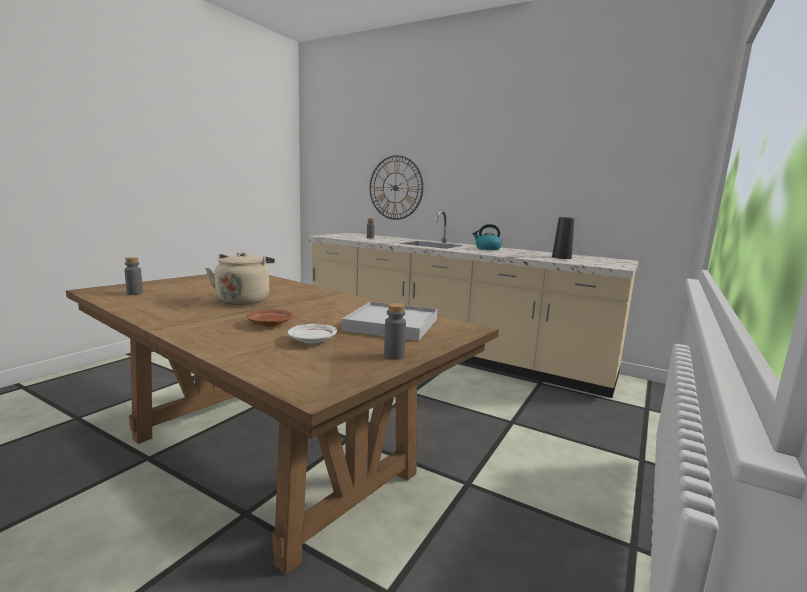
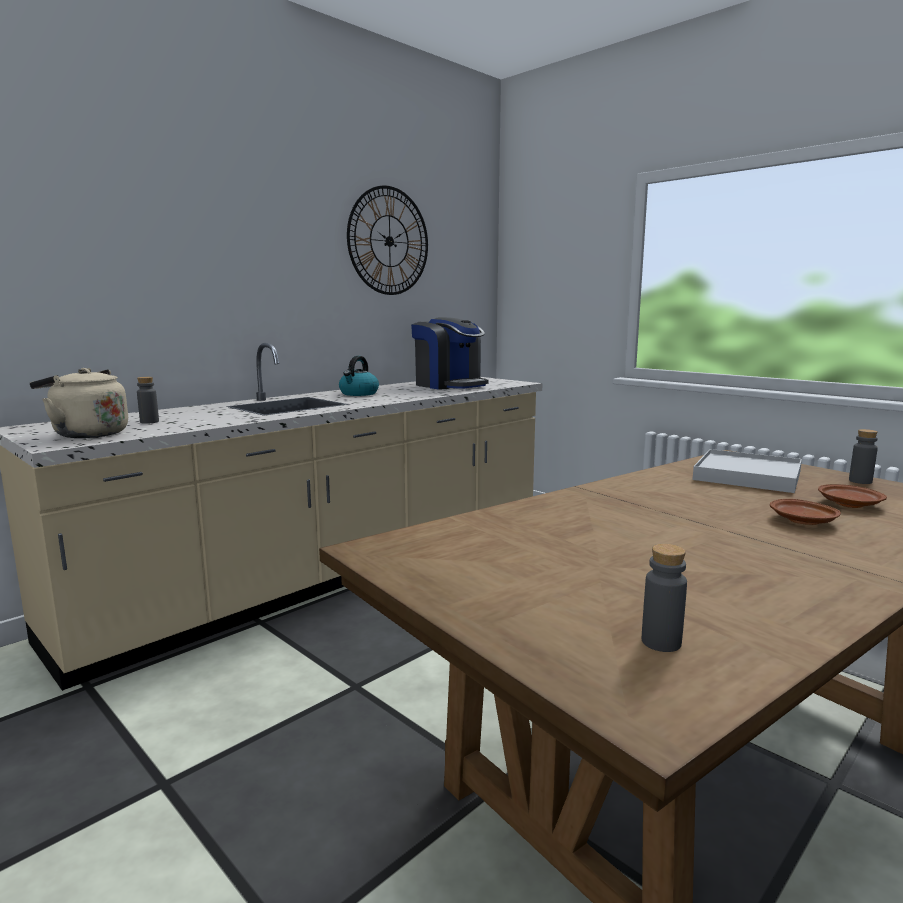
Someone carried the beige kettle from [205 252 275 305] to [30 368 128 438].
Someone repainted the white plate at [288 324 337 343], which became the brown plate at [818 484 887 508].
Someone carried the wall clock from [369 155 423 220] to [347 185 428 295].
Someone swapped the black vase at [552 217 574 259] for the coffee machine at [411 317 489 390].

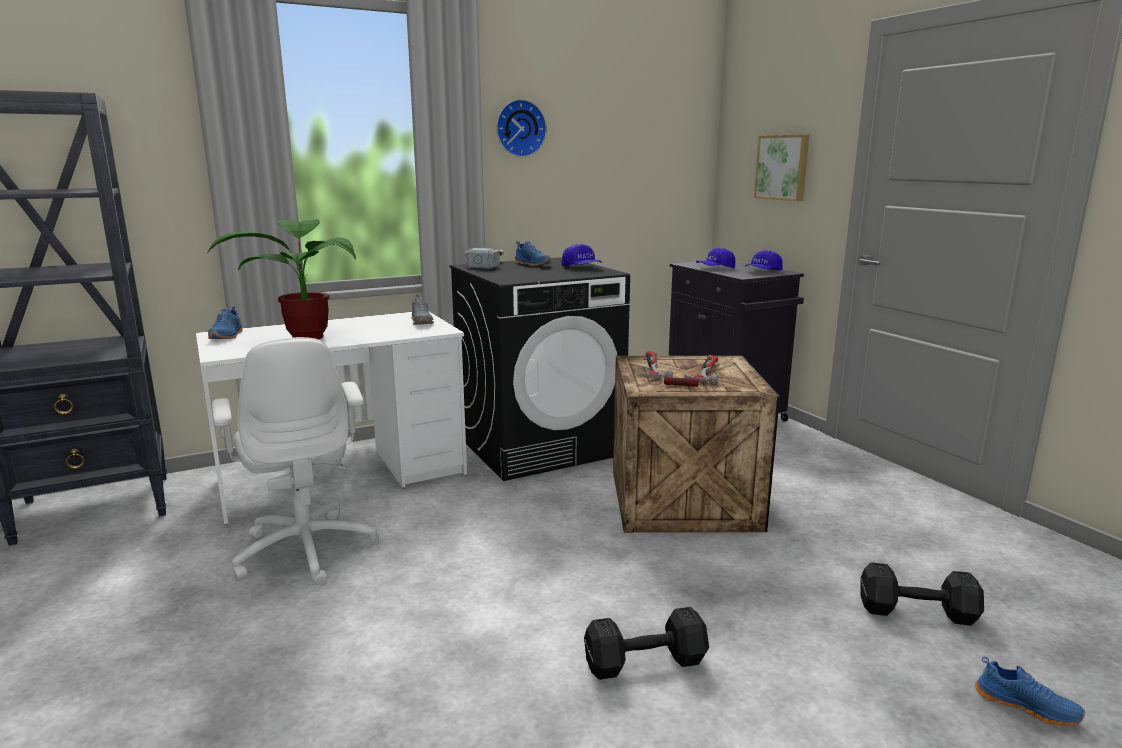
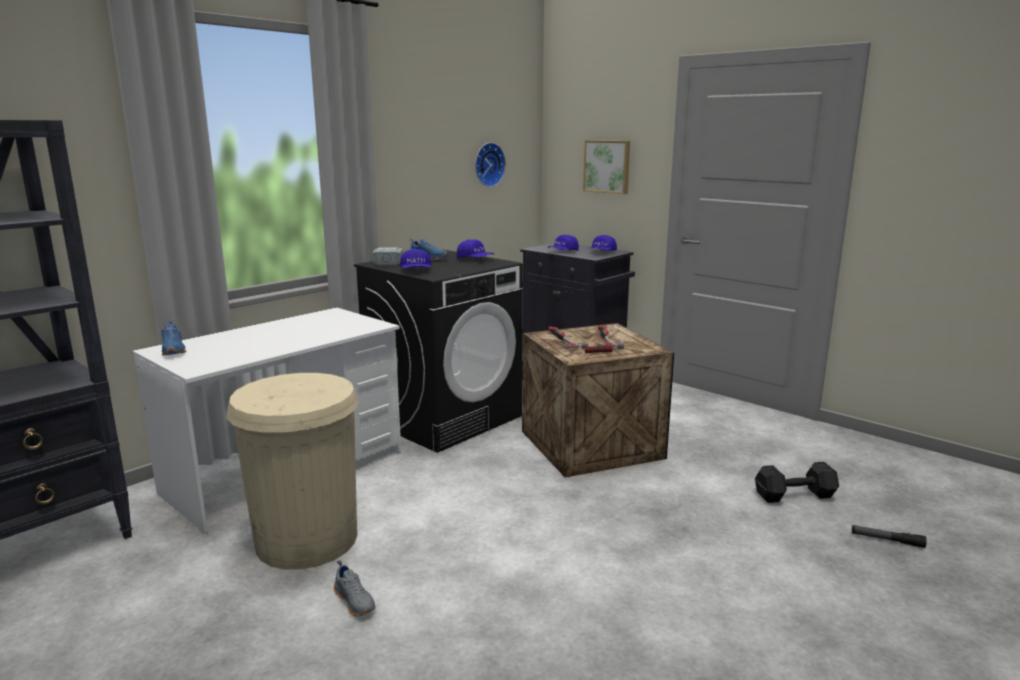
Someone took away the potted plant at [207 219 356 339].
Someone swapped the white office chair at [212 337 379 585] for the beige trash can at [226 373 359 570].
Someone carried the grey shoe from [411 295 434 325] to [333 560 375 617].
Someone carried the wall clock from [496 99 547 157] to [475 142 506 187].
Someone took away the black dumbbell at [584 607 709 680].
Someone swapped the blue shoe at [975 656 1085 726] for the flashlight at [852 525 927 548].
Someone put down the blue cap at [400 249 431 269].

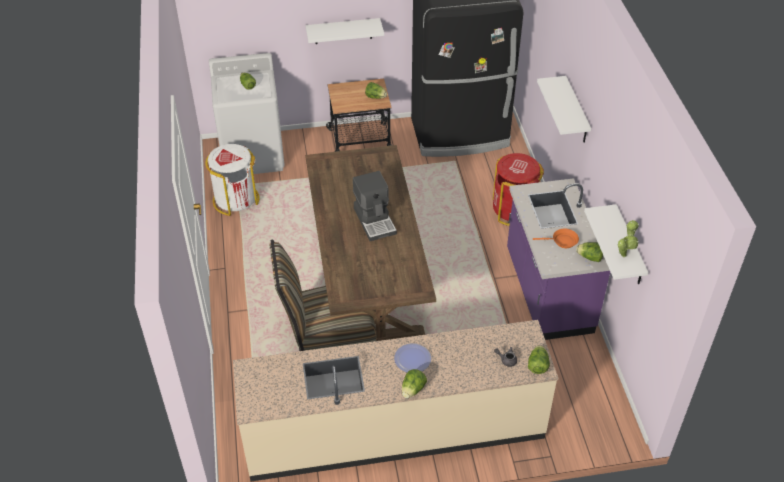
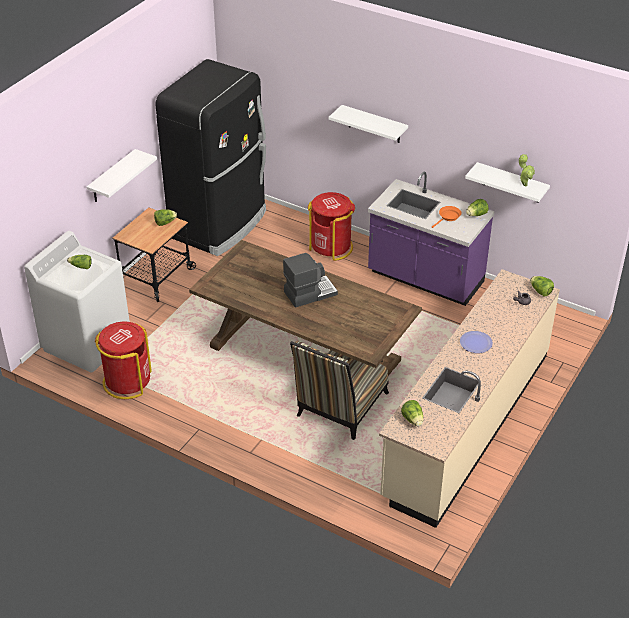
Someone repainted the white trash can at [205 144 260 216], which became the red trash can at [95 322 152 399].
Someone rotated the coffee machine at [353 171 397 241] by 45 degrees counterclockwise.
Someone carried the lettuce from [402 369 427 398] to [401 400 423 426].

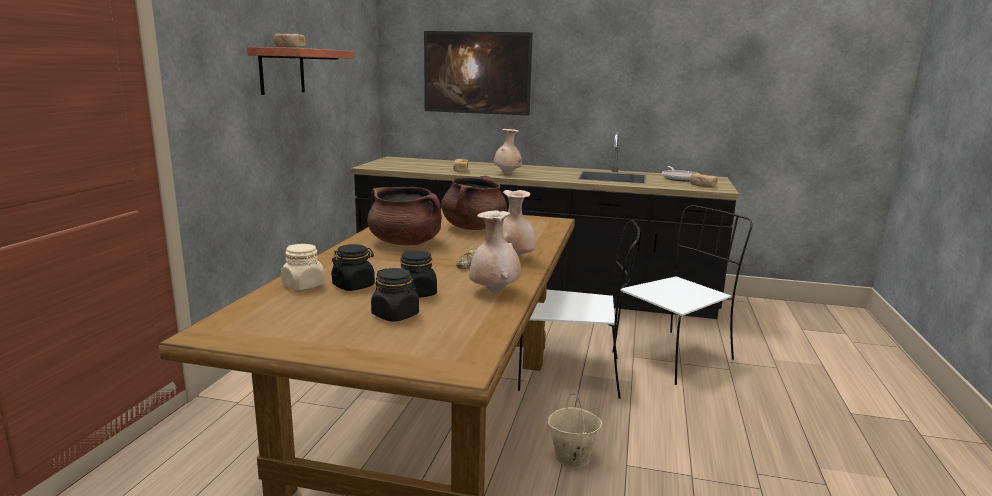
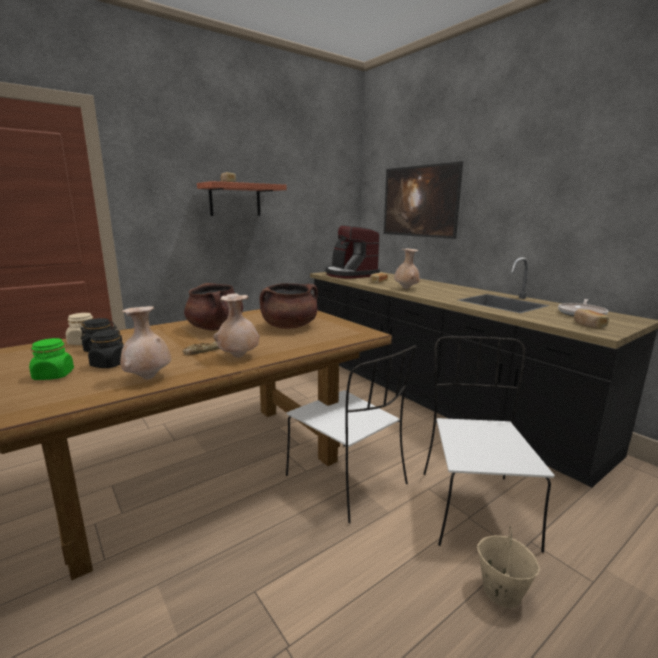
Someone repainted the black jar at [371 268 419 322], which became the green jar at [29 338 74 380].
Someone carried the beige bucket from [548 394 602 468] to [477 527 540 608].
Someone rotated the white chair at [612 205 752 385] by 90 degrees counterclockwise.
Someone put down the coffee machine at [325 225 380 278].

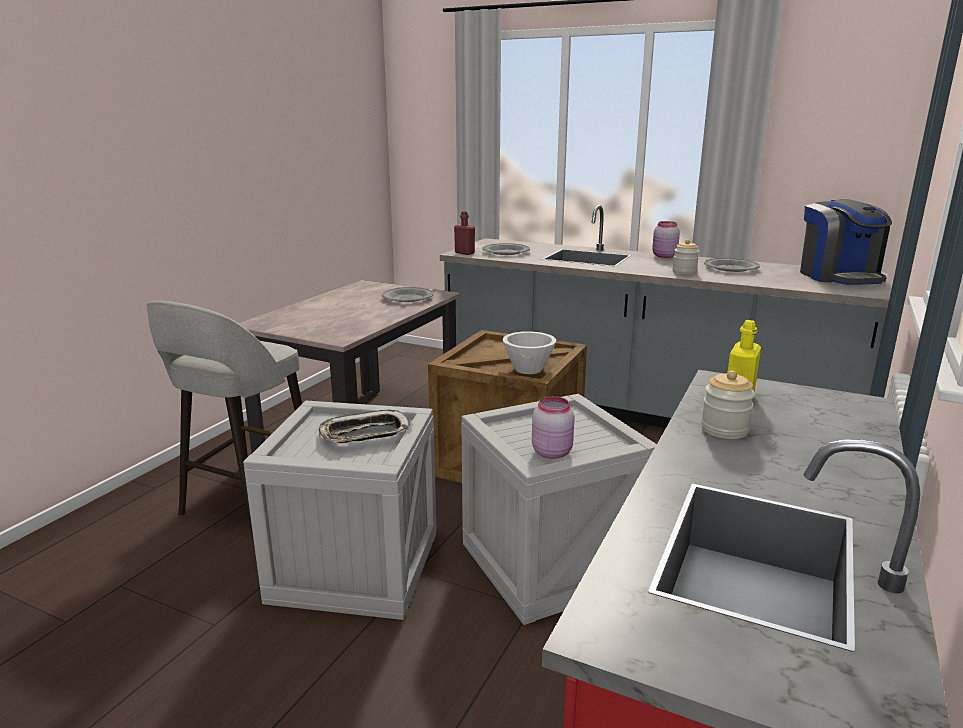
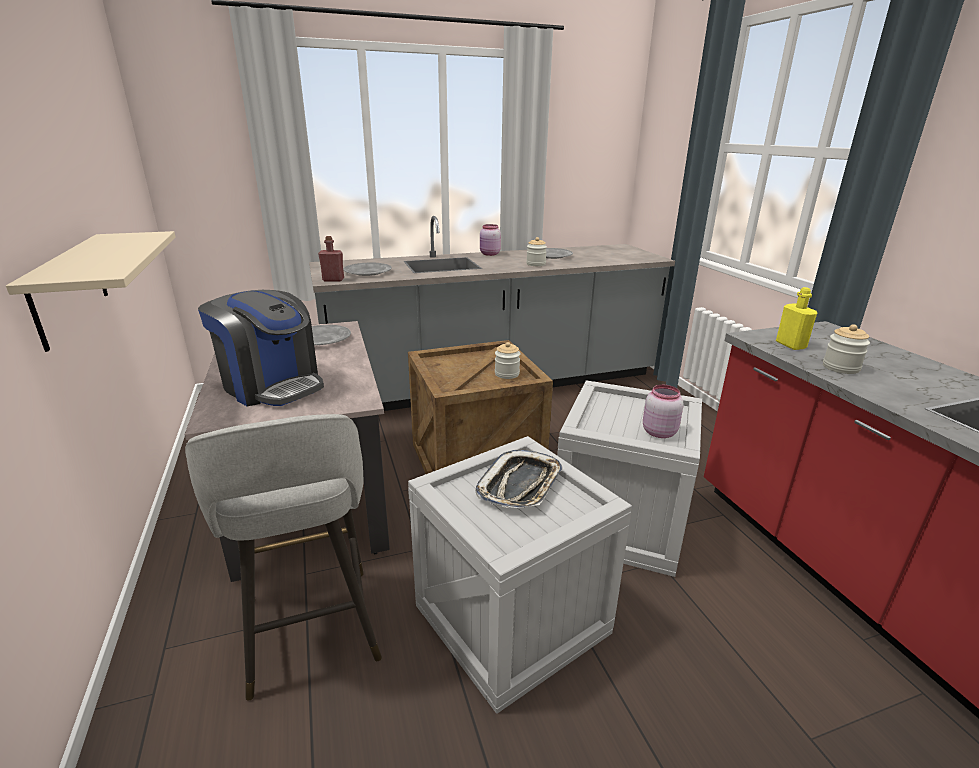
Someone swapped the white bowl at [503 332 556 374] for the jar at [495 342 520 379].
Someone carried the coffee machine from [800 199 892 285] to [198 290 324 406].
Someone put up the beige shelf at [6 231 176 352].

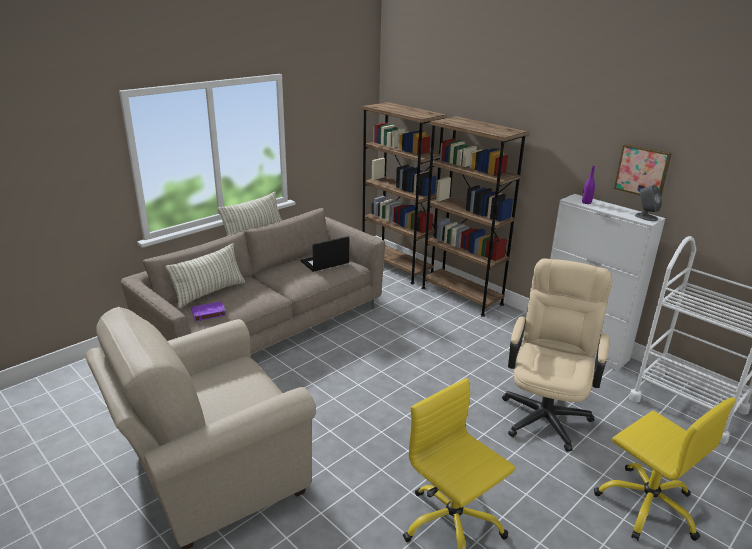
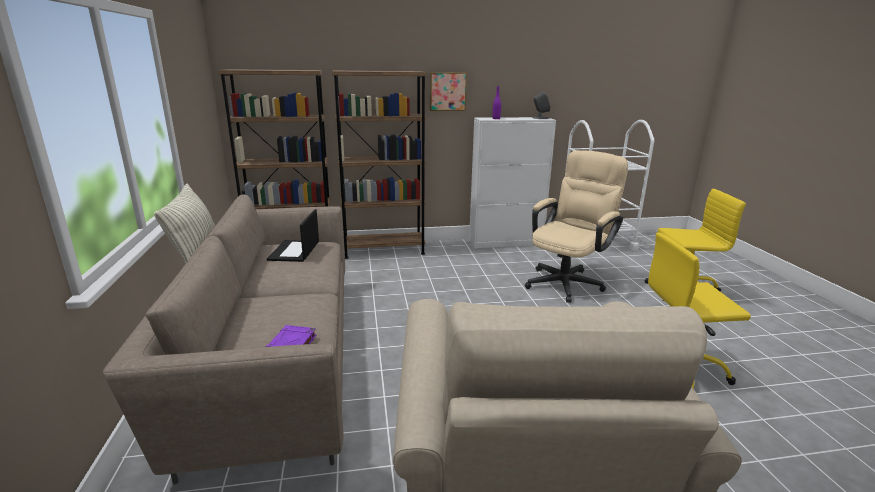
Someone took away the pillow at [166 243 245 309].
Someone rotated the beige office chair at [502 258 612 452] by 75 degrees clockwise.
Someone carried the picture from [614 144 672 195] to [430 72 467 111].

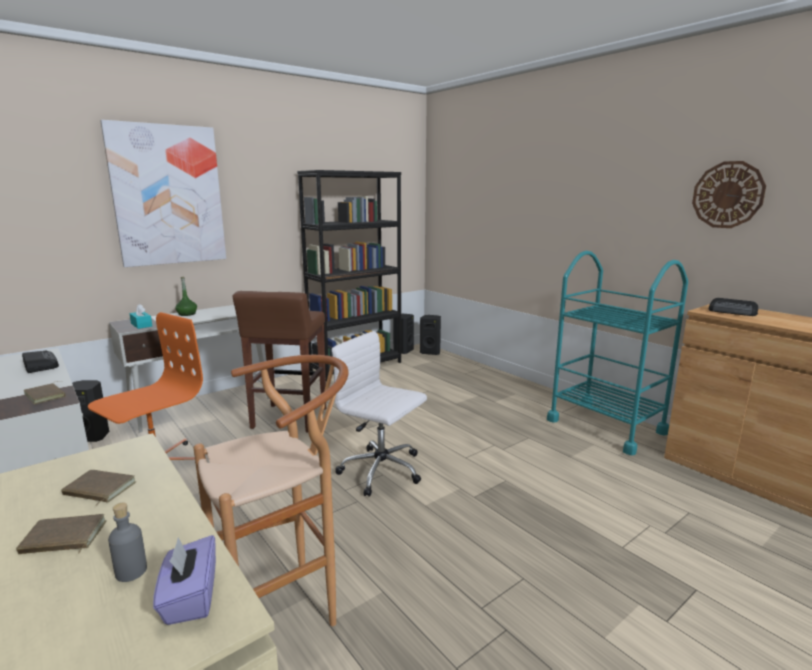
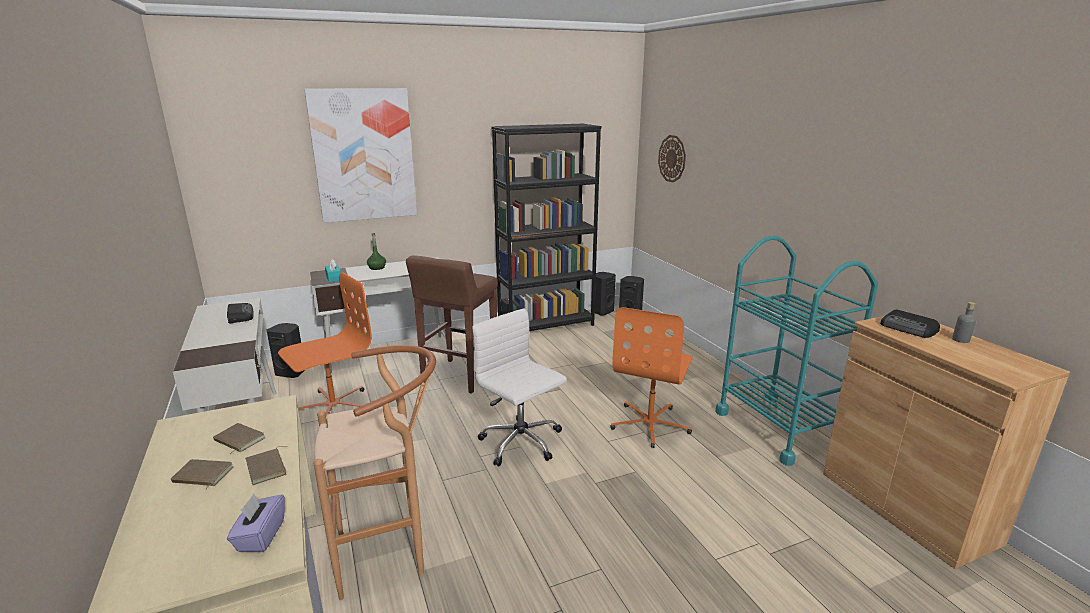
Someone carried the brown book from [24 381 65 404] to [245 446 288 485].
Someone carried the grey bottle from [108 503 147 582] to [952 302 976 343].
Someone carried the wall clock from [692 161 766 228] to [658 135 686 183].
Someone put down the orange office chair at [610 307 693 448].

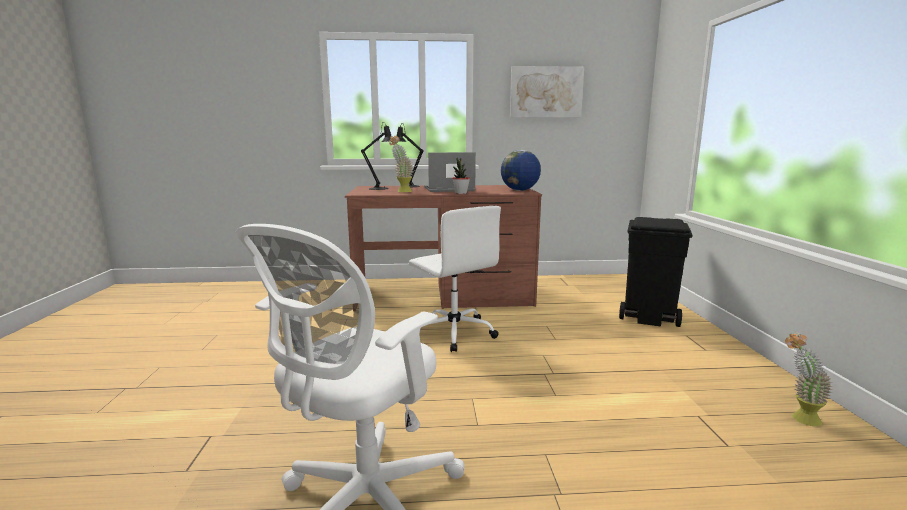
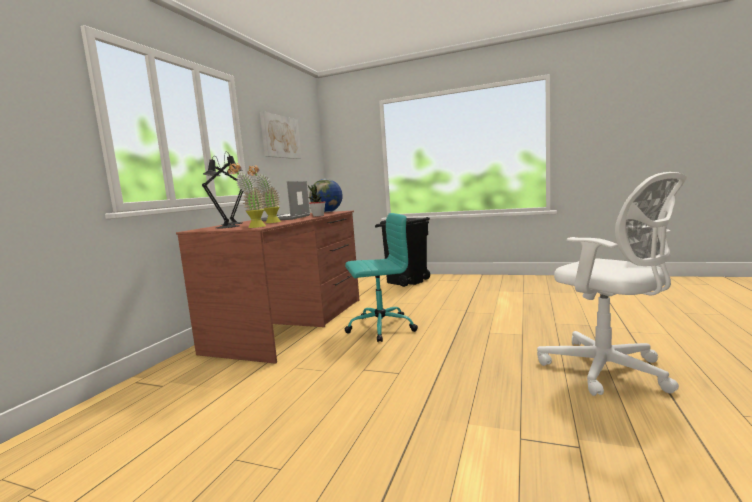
Someone repainted the white office chair at [409 206 501 352], which became the turquoise office chair at [345 213 418 342].
Someone carried the potted plant from [785 332 833 426] to [228 163 266 228].

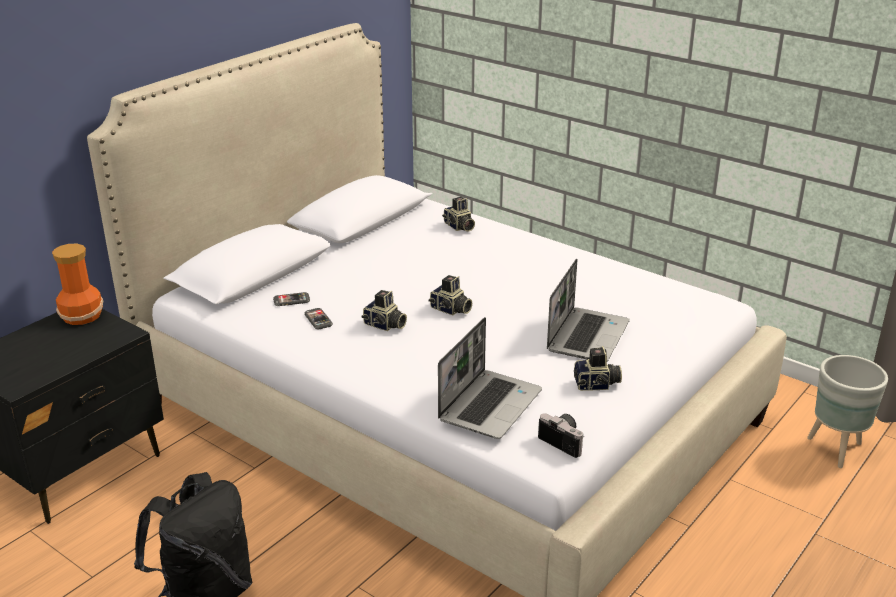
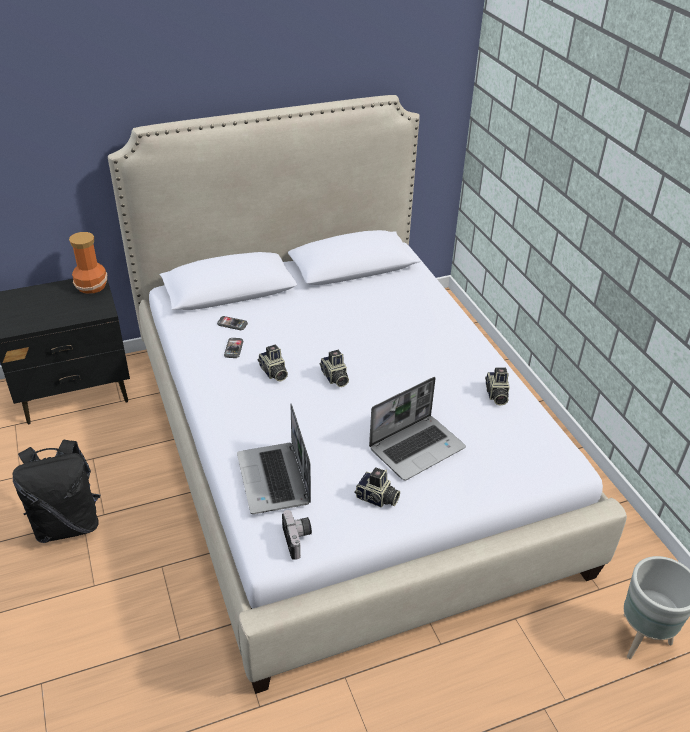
Someone rotated the laptop at [438 317 542 439] by 105 degrees clockwise.
Someone carried the photo camera from [442 197 475 232] to [485 368 510 405].

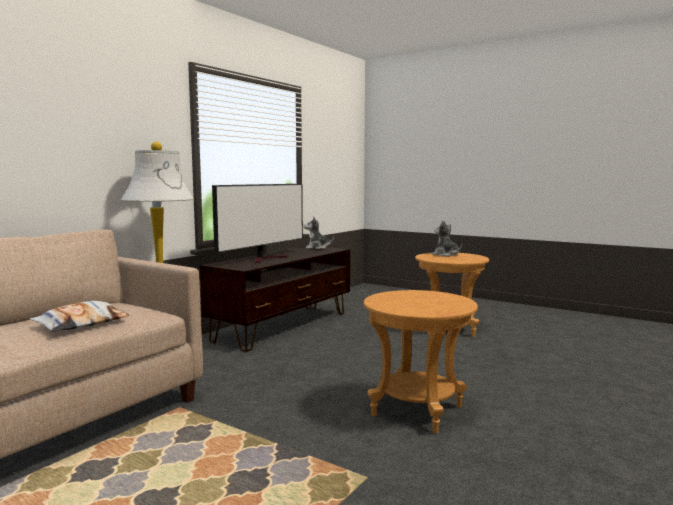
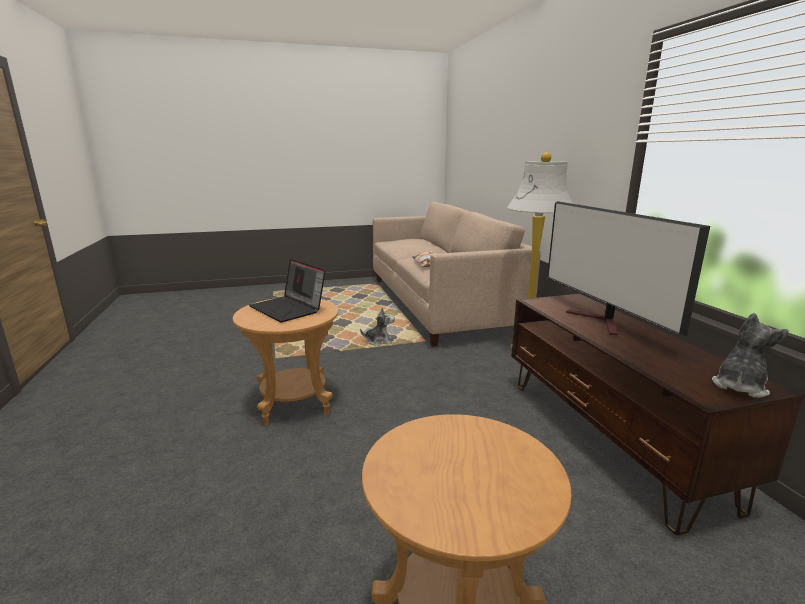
Someone carried the plush toy from [432 220 462 257] to [360 307 395 346].
Someone put down the laptop at [249 259 326 322].

